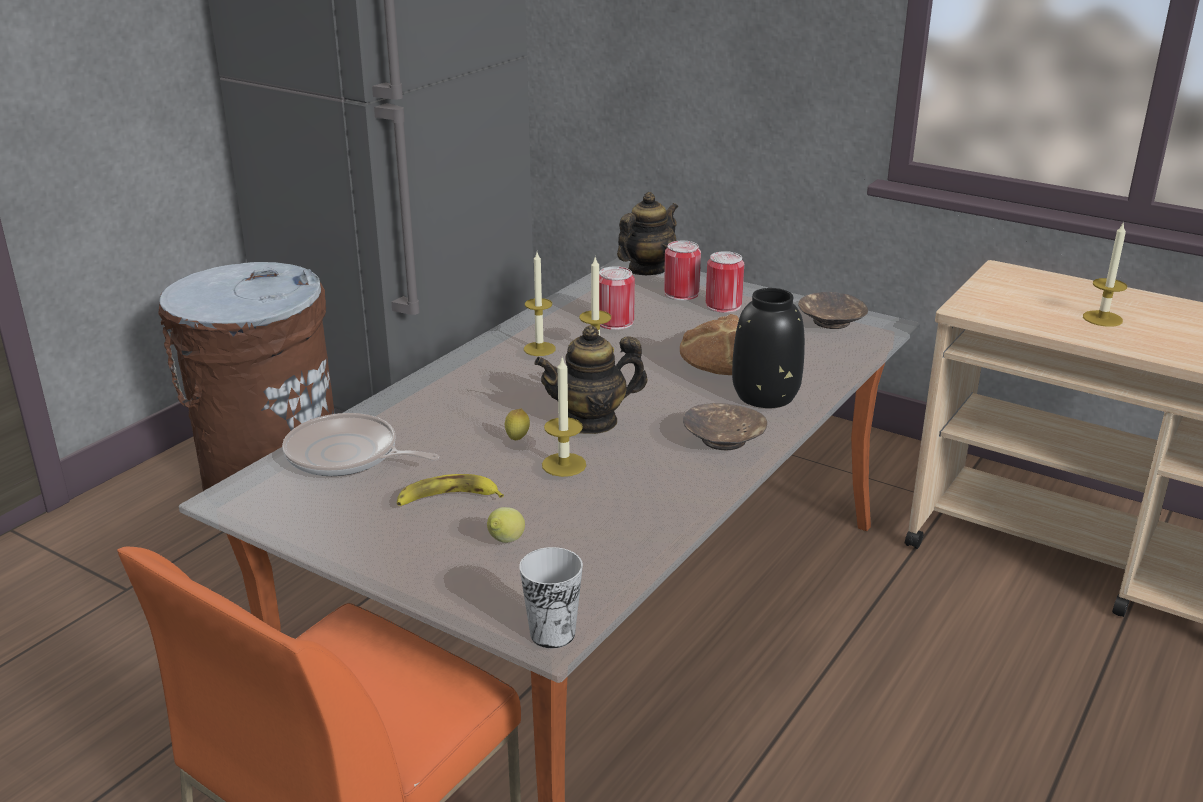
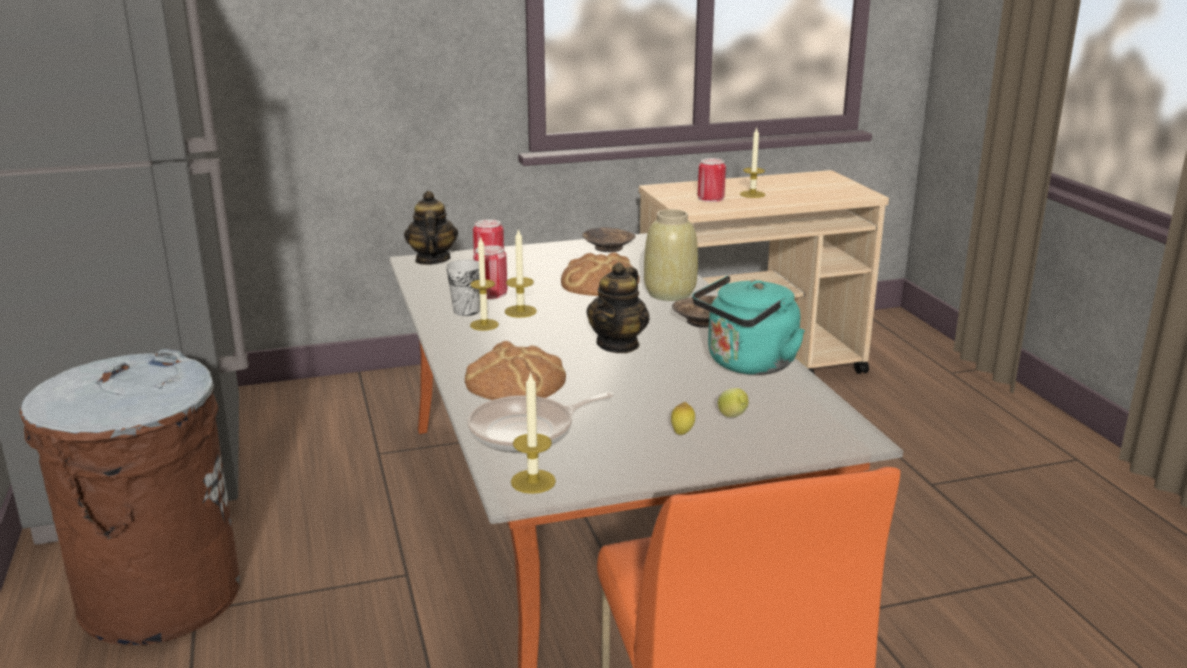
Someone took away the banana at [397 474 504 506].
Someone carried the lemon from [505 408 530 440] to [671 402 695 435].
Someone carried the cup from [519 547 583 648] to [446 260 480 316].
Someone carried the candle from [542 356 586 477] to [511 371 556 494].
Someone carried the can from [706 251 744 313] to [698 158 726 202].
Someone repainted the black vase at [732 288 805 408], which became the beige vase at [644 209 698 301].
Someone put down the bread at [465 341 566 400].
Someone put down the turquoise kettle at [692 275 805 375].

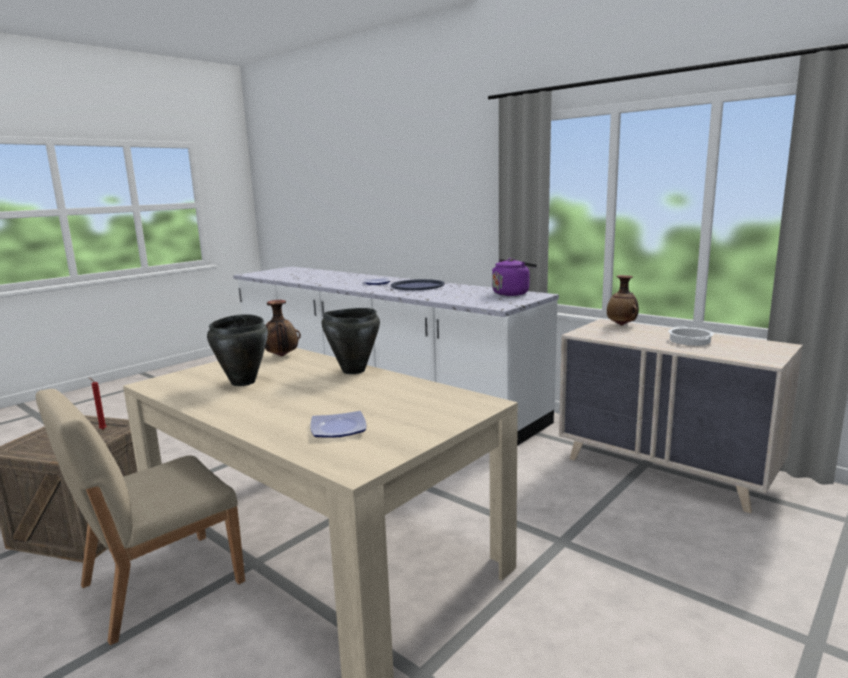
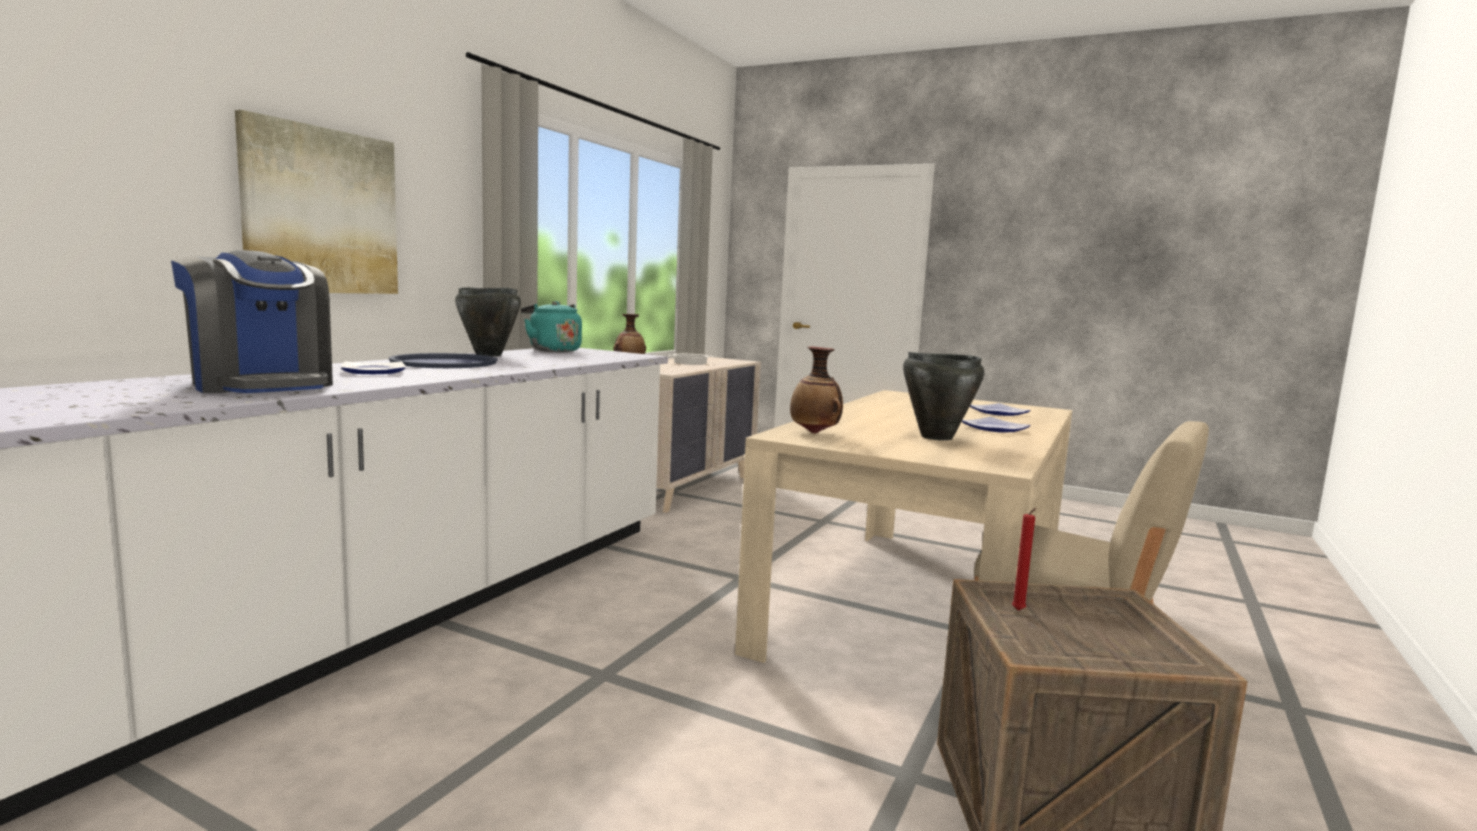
Someone carried the black cooking pot from [321 308 380 374] to [455 287 521 356].
Someone repainted the purple kettle at [492 258 537 296], which became the turquoise kettle at [521 301 582 352].
Someone put down the coffee machine at [171 250 333 393].
Someone put up the picture at [235 110 398 294].
Someone put down the plate at [962 417 1031 433].

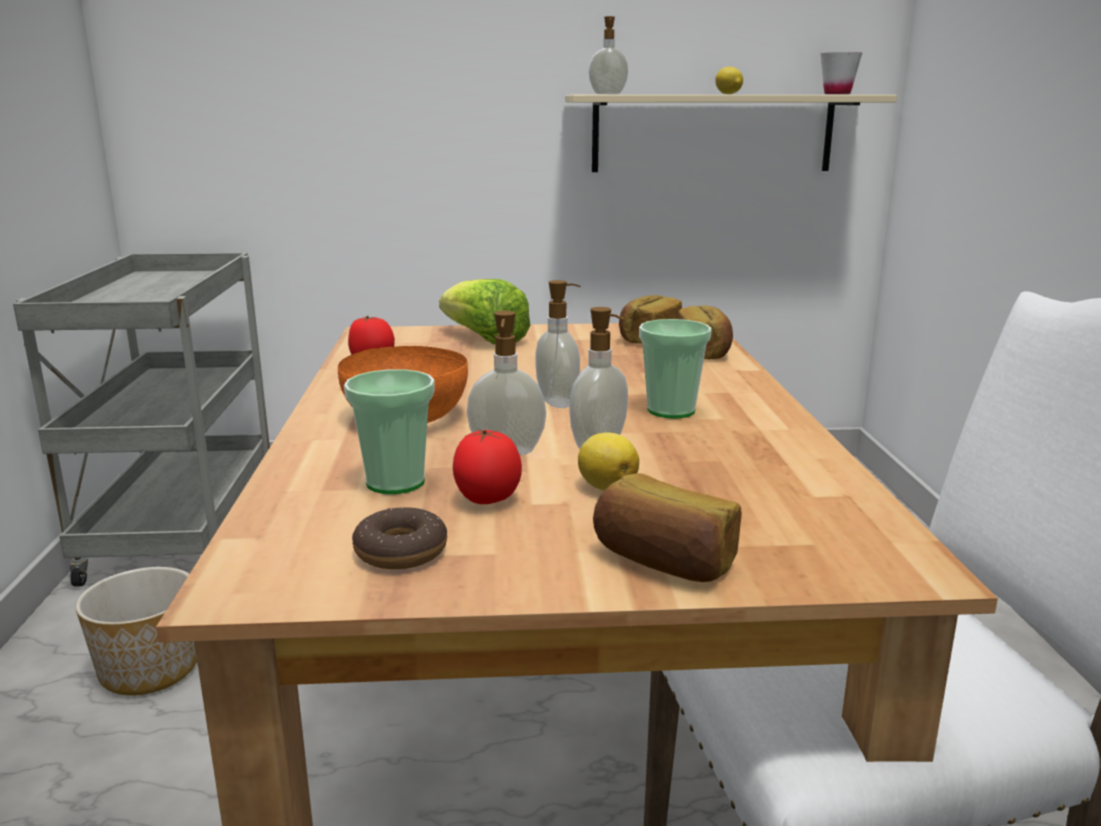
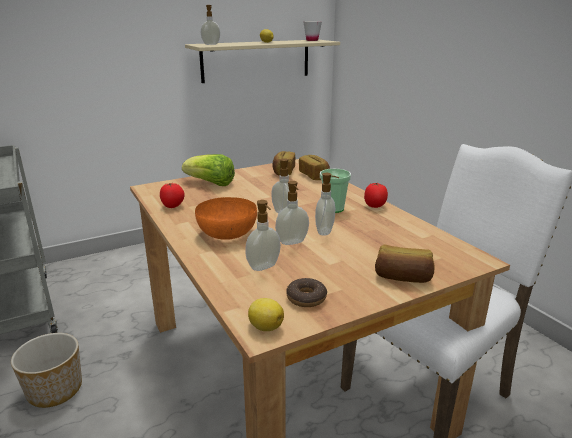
Someone swapped the cup at [344 369 435 494] for the soap dispenser at [245 200 281 271].
Someone carried the tomato from [453 429 522 504] to [364 183 388 208].
Someone carried the lemon from [578 433 639 491] to [248 298 284 331].

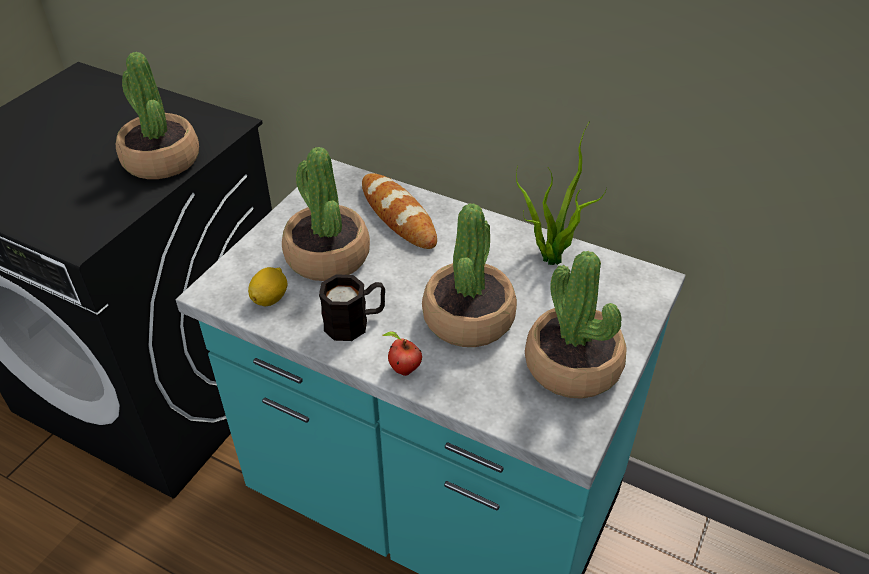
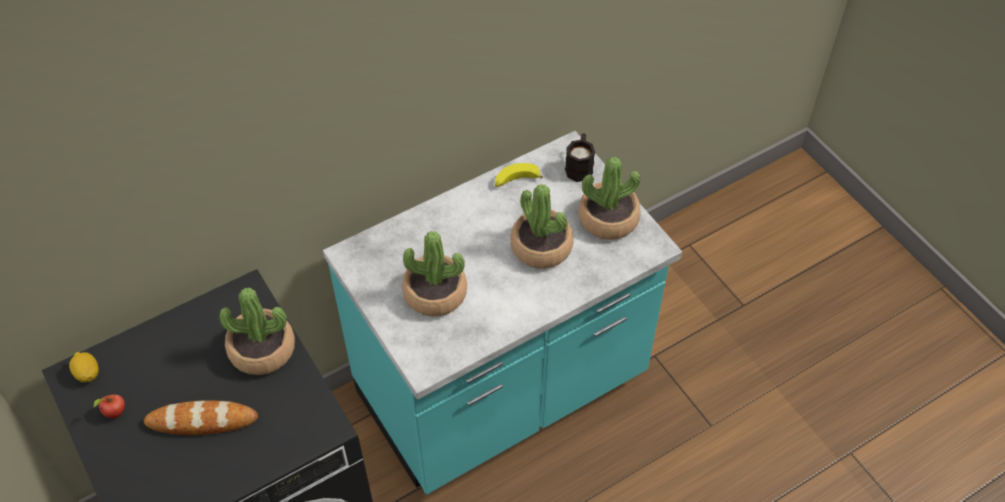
Someone carried the lemon from [248 267 288 306] to [69 352 99 382].
Someone carried the black mug from [319 274 385 341] to [565 133 595 182].
Someone carried the bread from [362 173 437 249] to [144 401 258 435].
Someone carried the apple from [382 331 422 376] to [94 394 125 418].
Someone swapped the potted plant at [516 121 607 265] for the banana at [495 163 543 187].

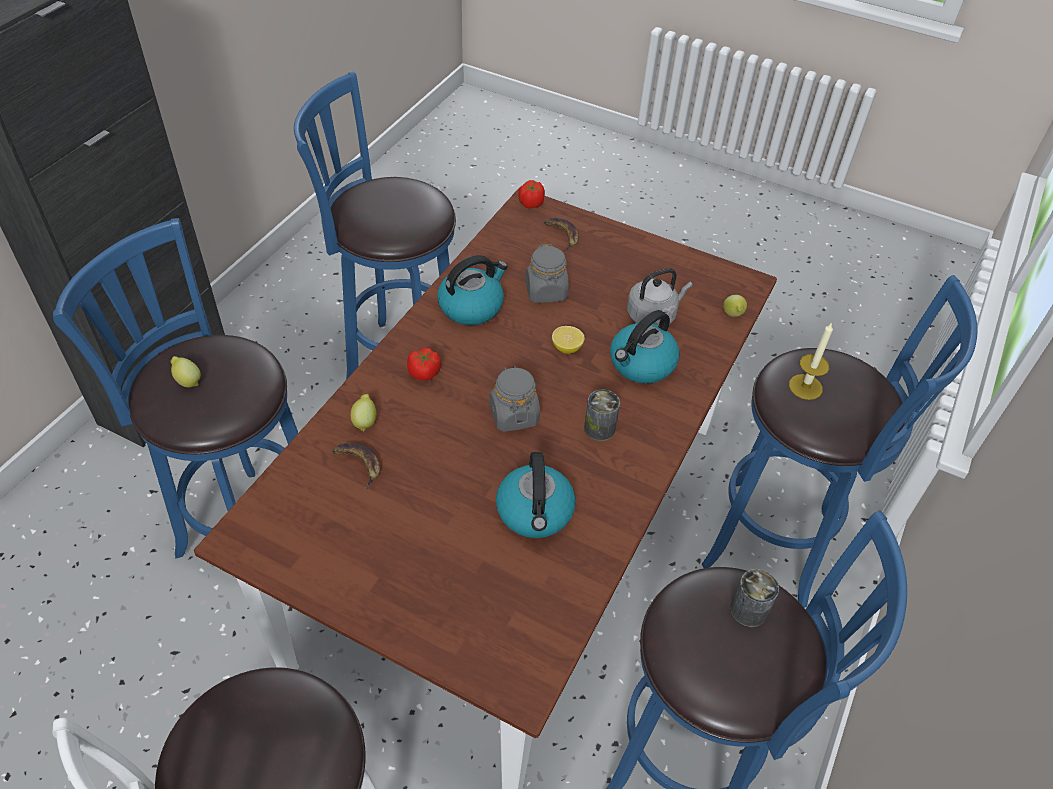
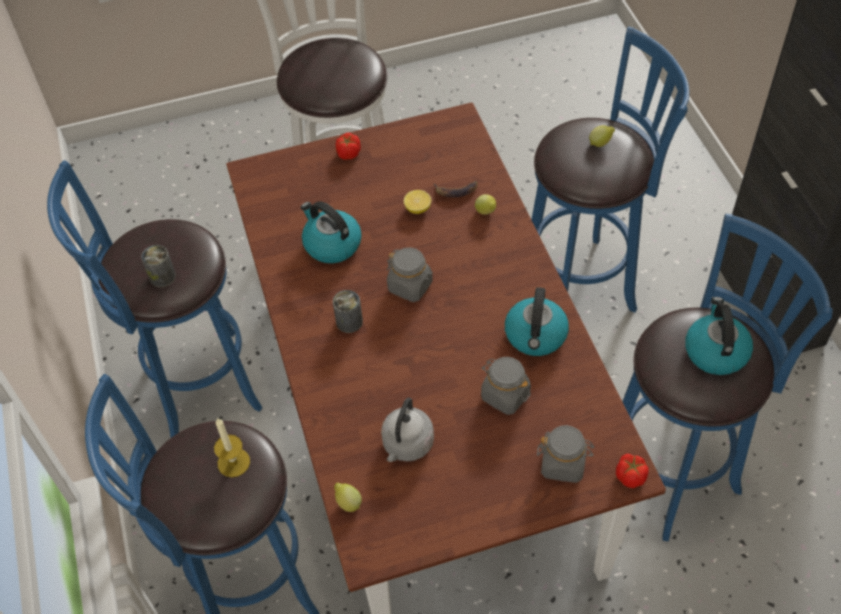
Someone carried the tomato from [407 348 441 381] to [336 133 361 160].
Someone swapped the banana at [544 218 579 252] for the grey jar at [537 425 594 483].
Someone carried the lemon from [552 326 585 354] to [404 190 432 214].
Someone carried the kettle from [610 310 680 384] to [685 297 753 375].

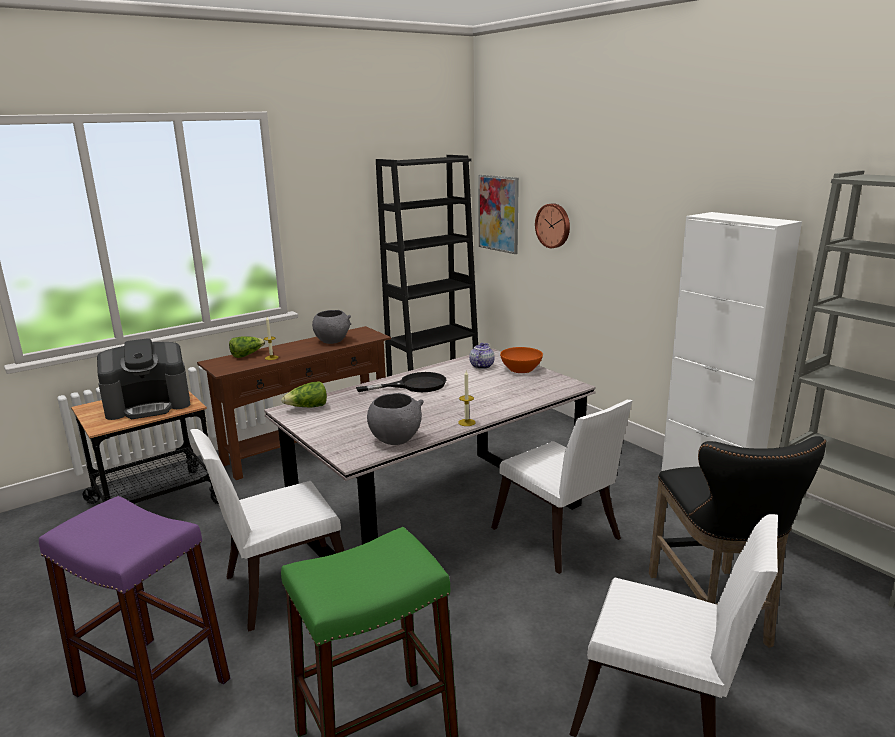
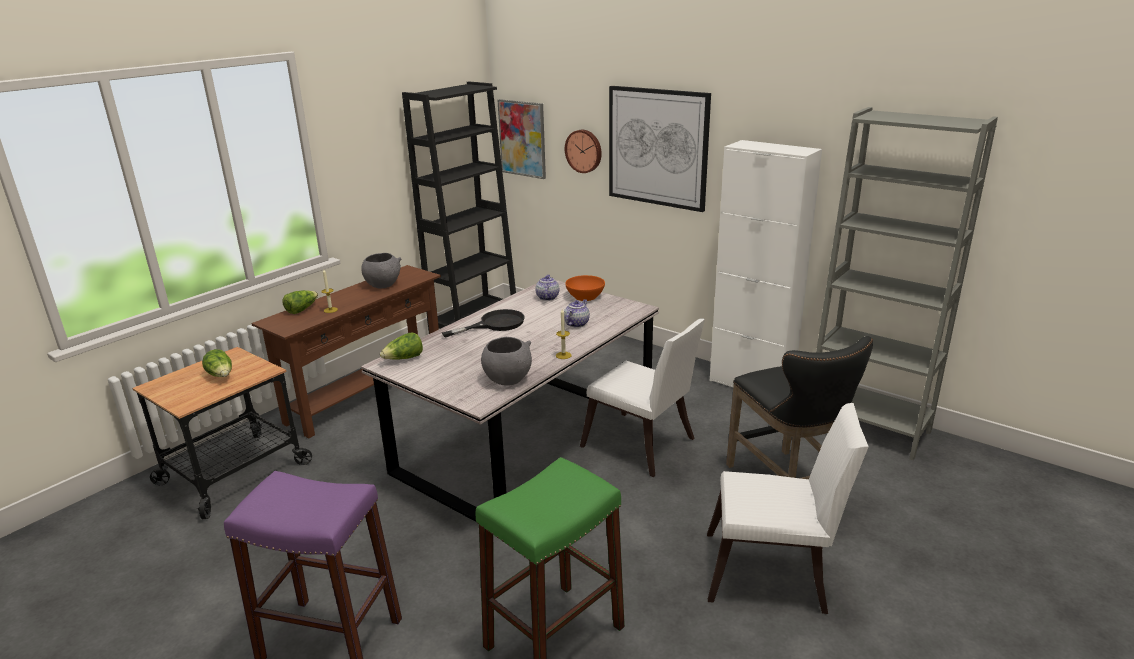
Someone swapped the coffee machine at [97 338 190 420] for the lettuce at [202 349 232 377].
Someone took away the white chair at [190 429 345 632].
Someone put down the teapot at [564 299 590 327].
Someone put up the picture at [609 86 711 212].

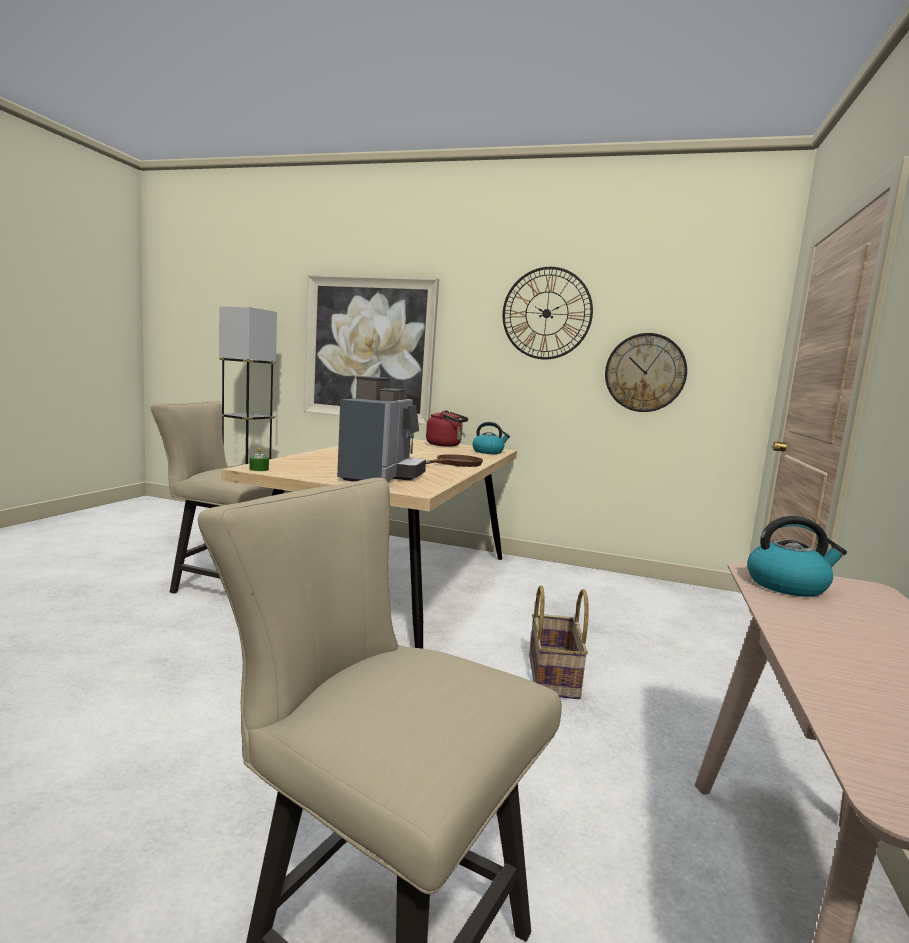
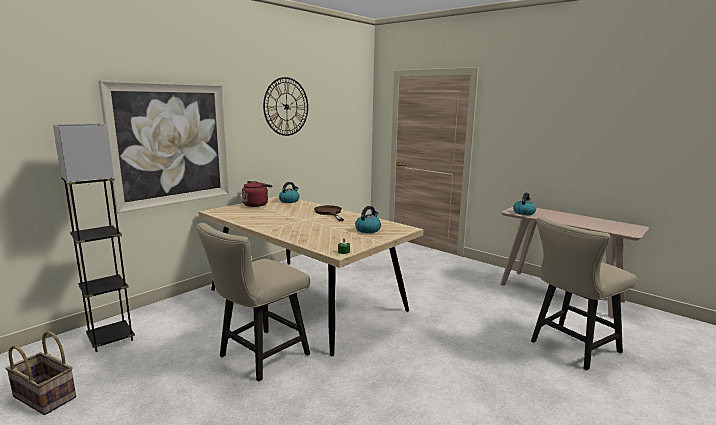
Someone swapped the coffee machine at [337 376 426 482] for the kettle at [355 206 381 233].
Someone carried the basket from [529 586 589 699] to [6 331 76 415].
Someone took away the wall clock at [605 333 687 412].

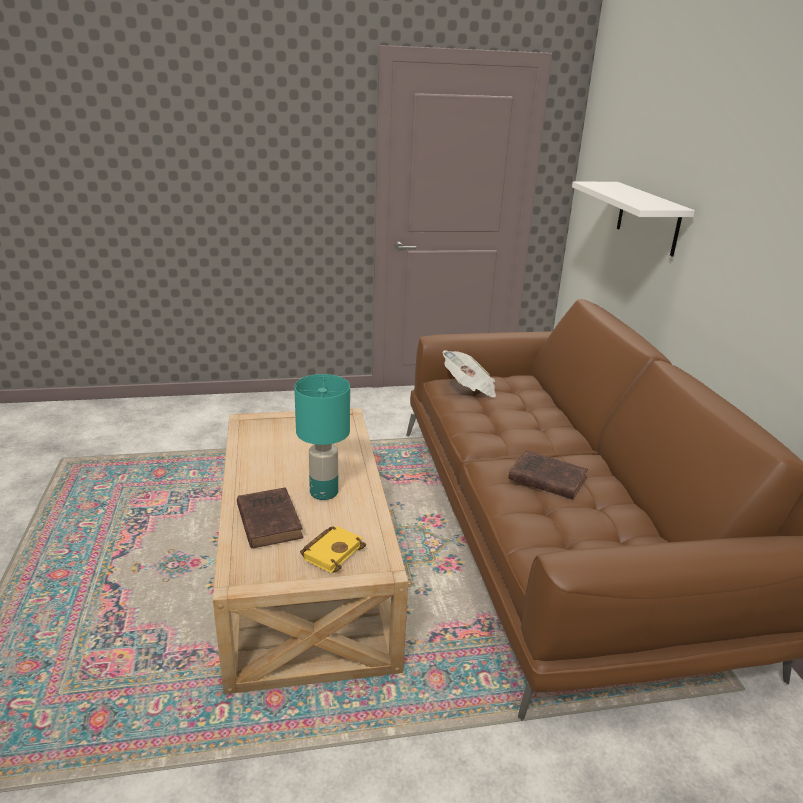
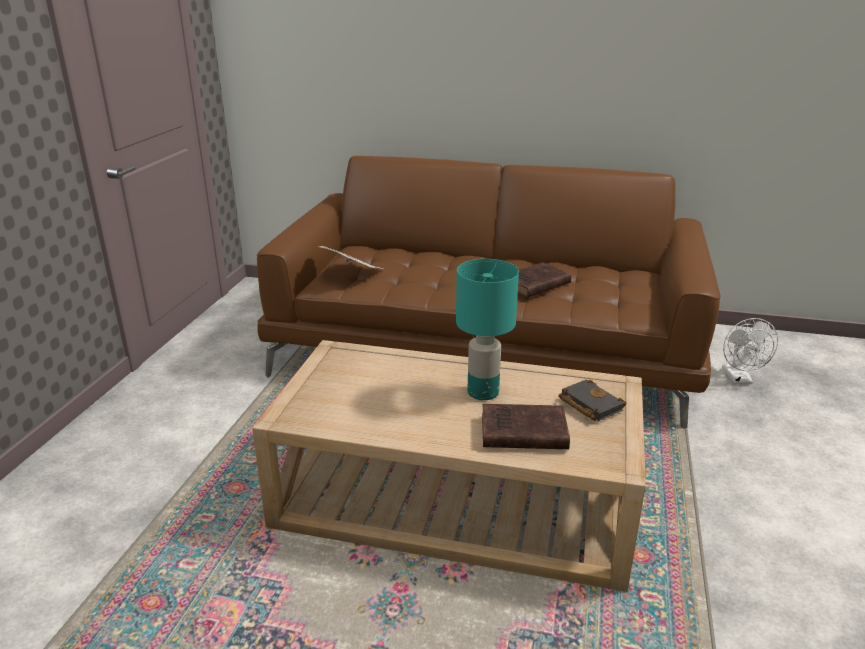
Someone repainted the yellow book at [300 526 366 573], which became the black book at [558 379 626 421].
Someone took away the white shelf at [572 181 695 256].
Someone put down the white fan at [722 318 778 384].

